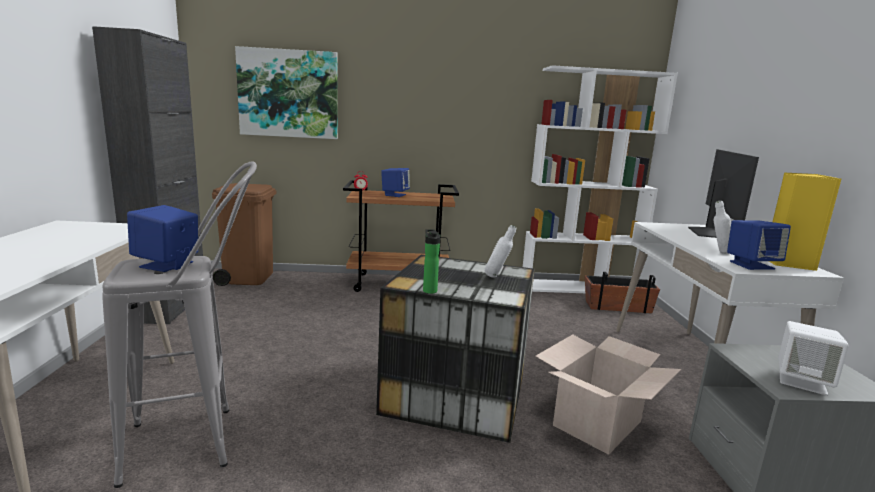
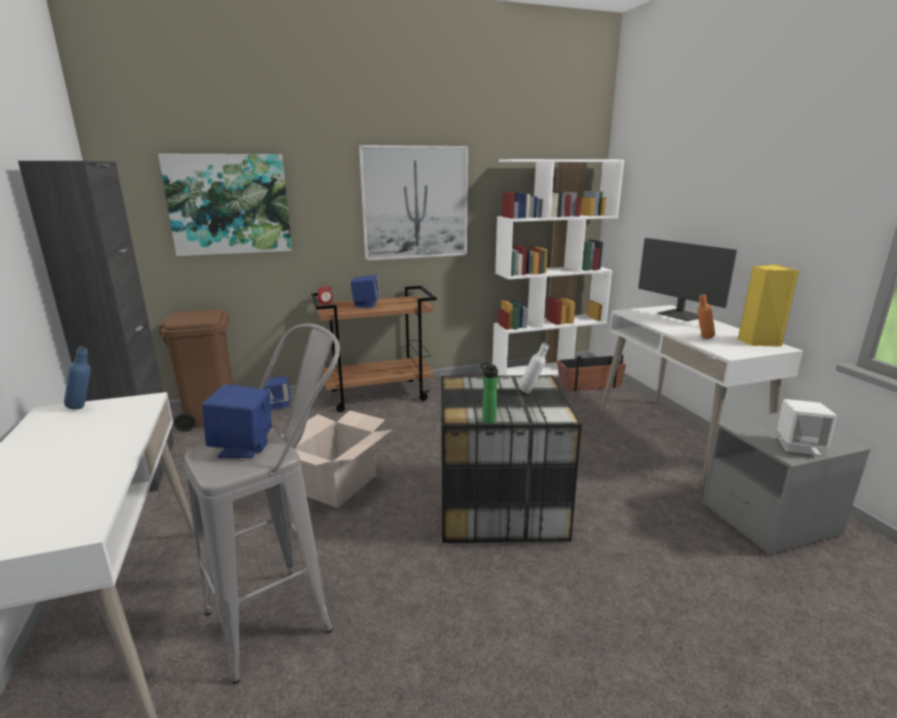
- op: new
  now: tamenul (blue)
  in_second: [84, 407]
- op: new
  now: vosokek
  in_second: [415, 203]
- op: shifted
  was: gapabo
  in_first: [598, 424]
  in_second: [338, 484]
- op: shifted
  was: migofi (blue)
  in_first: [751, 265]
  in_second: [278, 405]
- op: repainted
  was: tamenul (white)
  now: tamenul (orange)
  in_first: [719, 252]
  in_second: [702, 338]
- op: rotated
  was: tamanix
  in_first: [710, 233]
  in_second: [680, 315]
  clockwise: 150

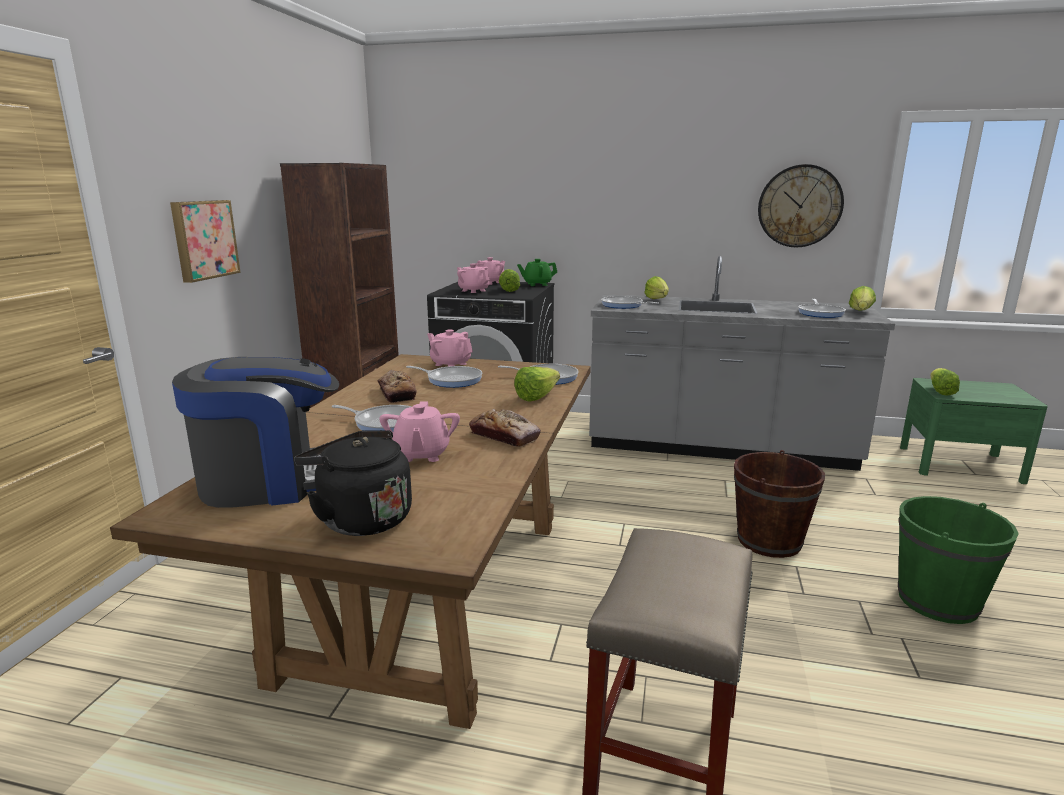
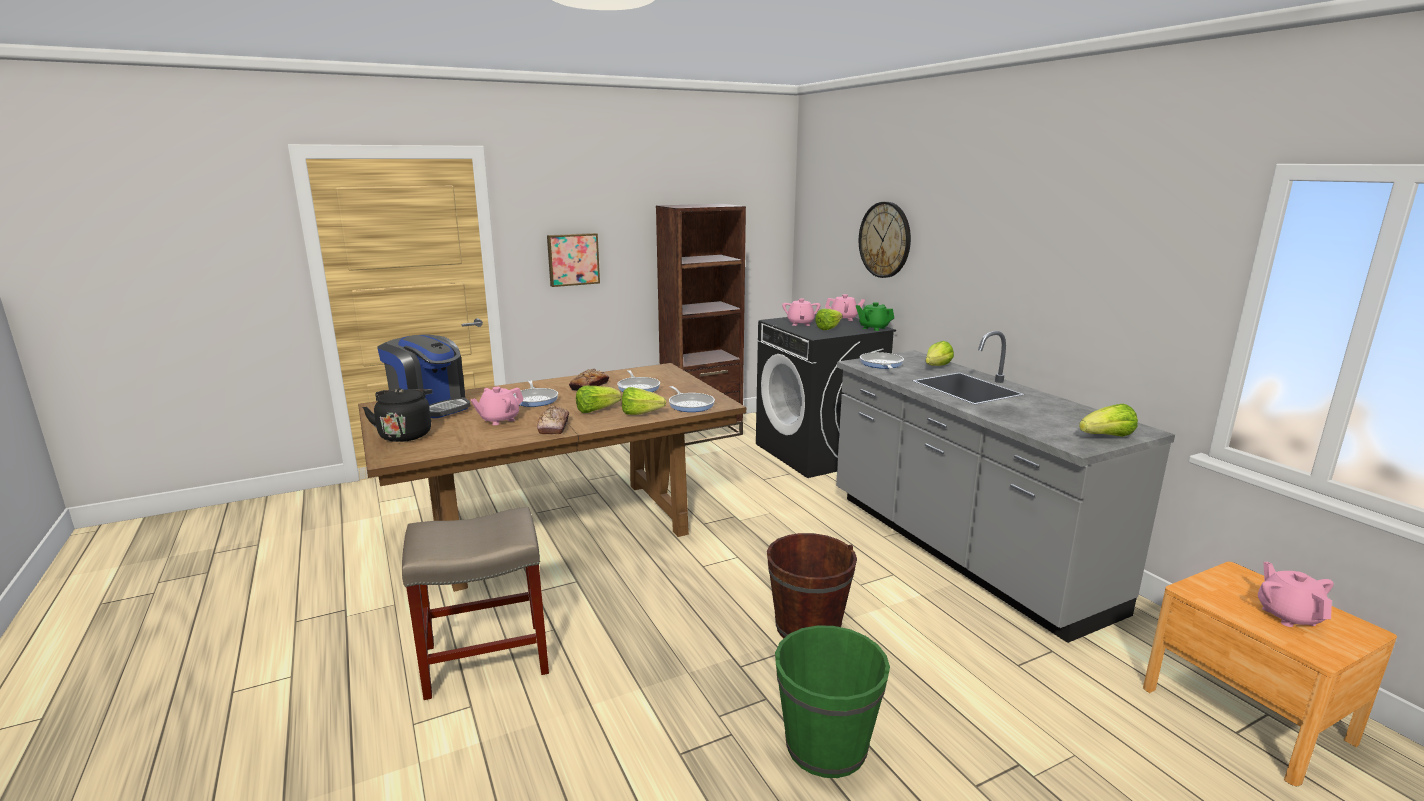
- op: gone
  was: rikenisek
  in_first: [820, 313]
- op: shifted
  was: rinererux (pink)
  in_first: [450, 364]
  in_second: [1288, 615]
- op: shifted
  was: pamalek
  in_first: [799, 206]
  in_second: [885, 240]
- op: shifted
  was: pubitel
  in_first: [940, 391]
  in_second: [596, 410]
- op: repainted
  was: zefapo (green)
  now: zefapo (brown)
  in_first: [959, 464]
  in_second: [1245, 714]

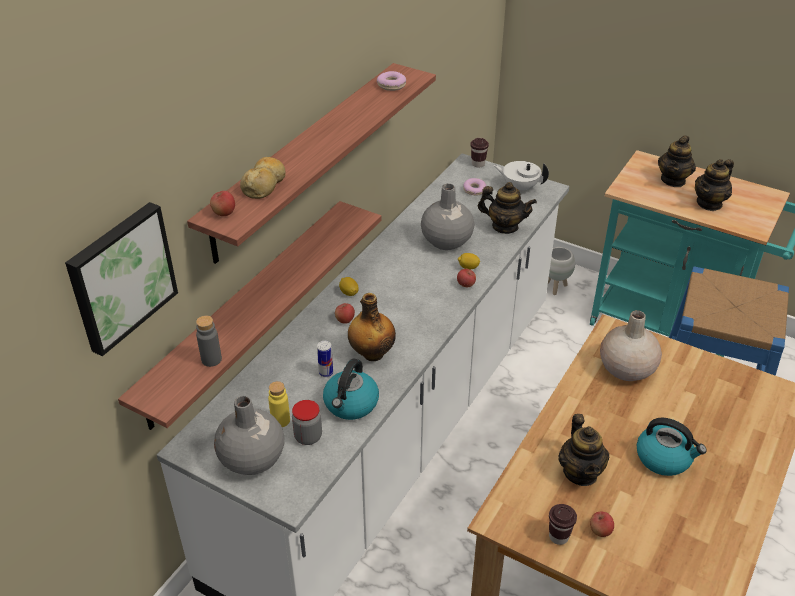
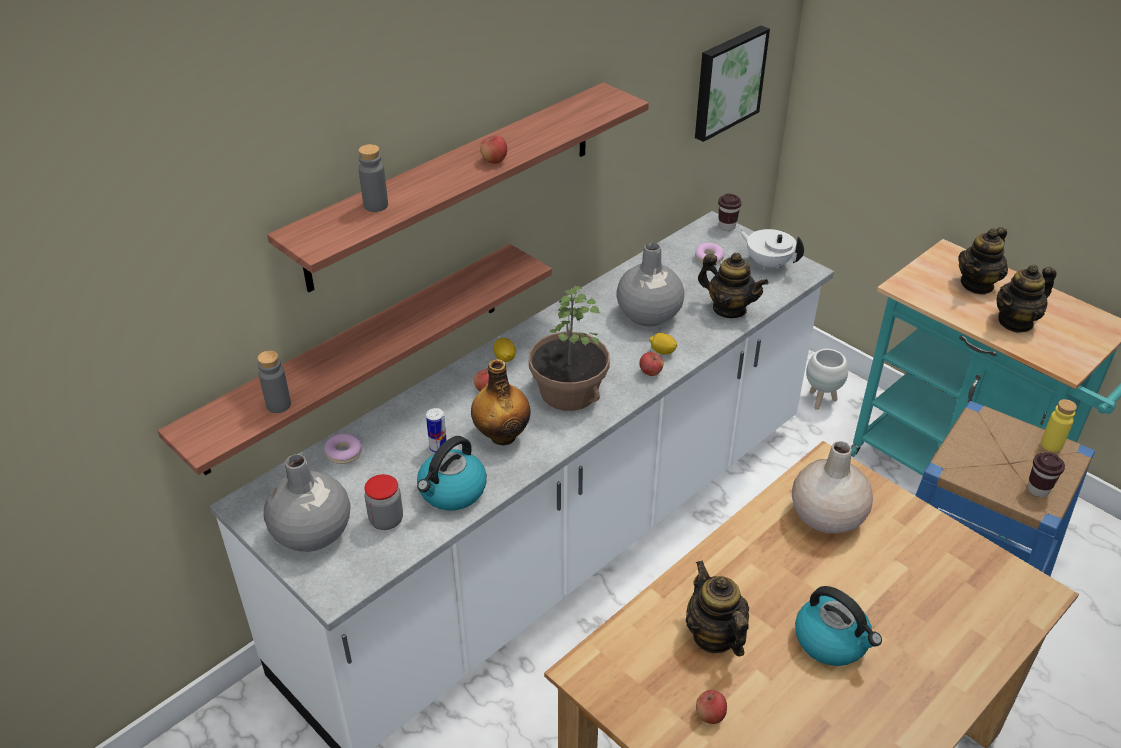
- op: new
  now: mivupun
  in_second: [568, 392]
- op: shifted
  was: vosokek
  in_first: [120, 276]
  in_second: [727, 81]
- op: shifted
  was: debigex
  in_first: [224, 213]
  in_second: [494, 161]
- op: shifted
  was: tamenul (yellow)
  in_first: [280, 420]
  in_second: [1051, 444]
- op: shifted
  was: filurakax
  in_first: [391, 85]
  in_second: [344, 453]
- op: shifted
  was: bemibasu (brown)
  in_first: [558, 537]
  in_second: [1038, 490]
- op: swapped
  was: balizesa
  now: tamenul (grey)
  in_first: [265, 184]
  in_second: [376, 205]
- op: rotated
  was: rinererux
  in_first: [580, 472]
  in_second: [714, 635]
  clockwise: 150

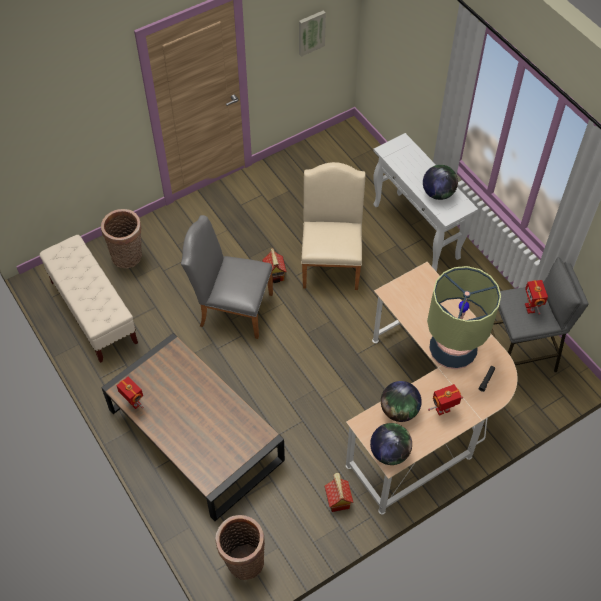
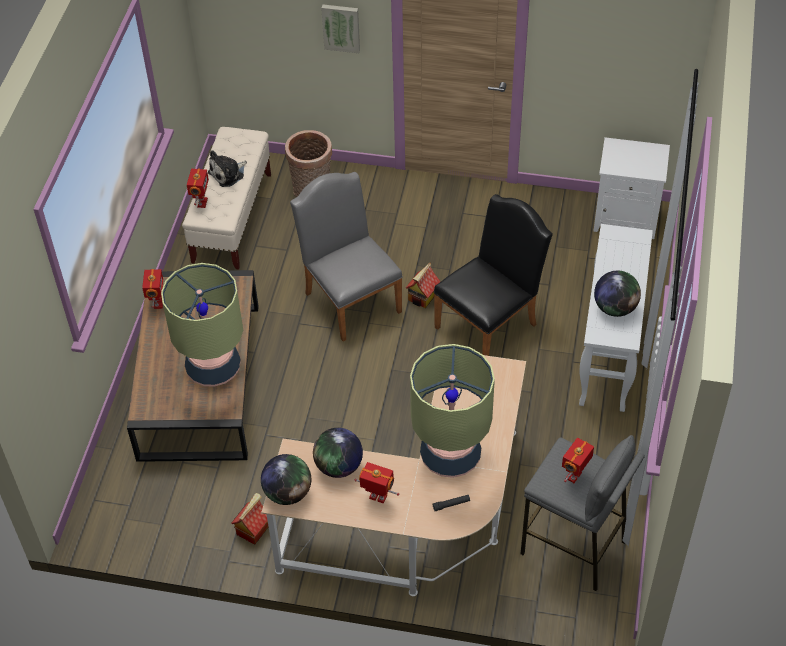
- op: gone
  was: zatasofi
  in_first: [243, 561]
- op: new
  now: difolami
  in_second: [213, 367]
- op: new
  now: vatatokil
  in_second: [201, 203]
- op: new
  now: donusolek
  in_second: [228, 174]
- op: new
  now: zefapo (white)
  in_second: [627, 217]
- op: shifted
  was: vosokek
  in_first: [311, 32]
  in_second: [341, 27]
- op: repainted
  was: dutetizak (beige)
  now: dutetizak (black)
  in_first: [331, 260]
  in_second: [490, 322]

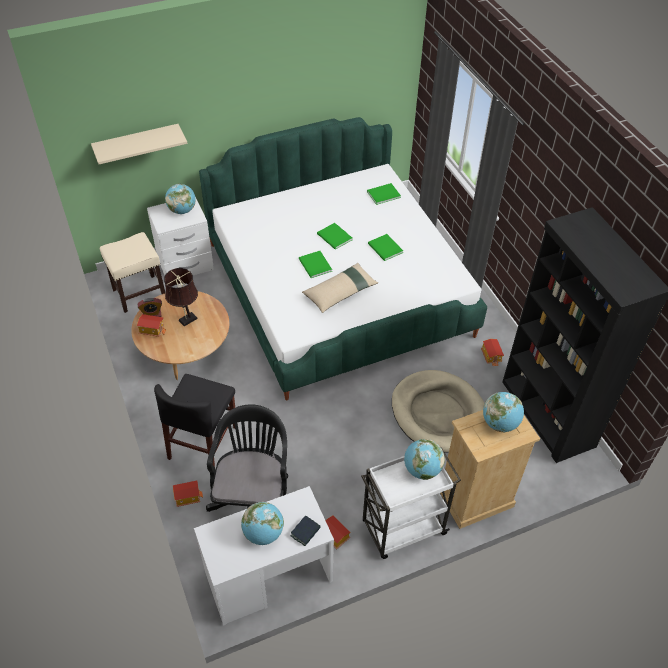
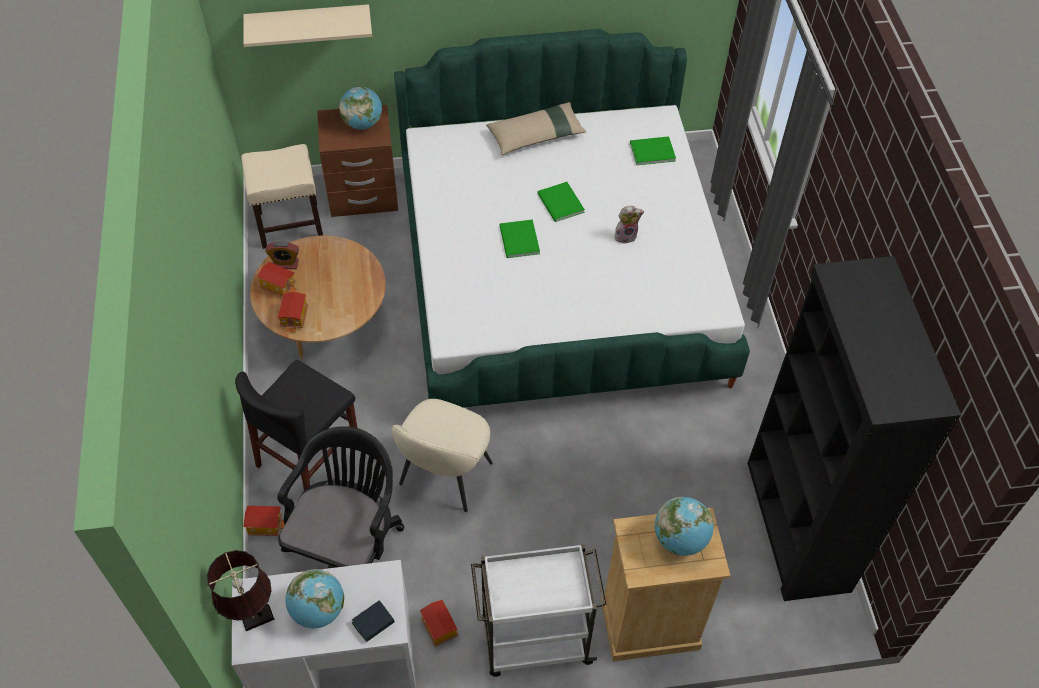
- op: gone
  was: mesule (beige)
  in_first: [438, 413]
- op: gone
  was: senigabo
  in_first: [422, 470]
- op: new
  now: dutetizak (beige)
  in_second: [444, 475]
- op: shifted
  was: difolami (brown)
  in_first: [186, 320]
  in_second: [254, 619]
- op: shifted
  was: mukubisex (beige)
  in_first: [340, 292]
  in_second: [536, 135]
- op: shifted
  was: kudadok
  in_first: [491, 356]
  in_second: [295, 317]
- op: swapped
  was: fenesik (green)
  now: donusolek
  in_first: [385, 249]
  in_second: [626, 235]
- op: repainted
  was: zefapo (white)
  now: zefapo (brown)
  in_first: [185, 264]
  in_second: [363, 196]

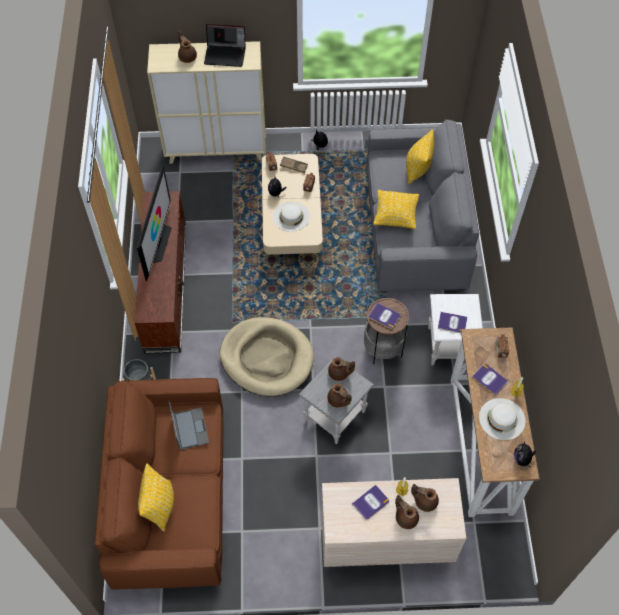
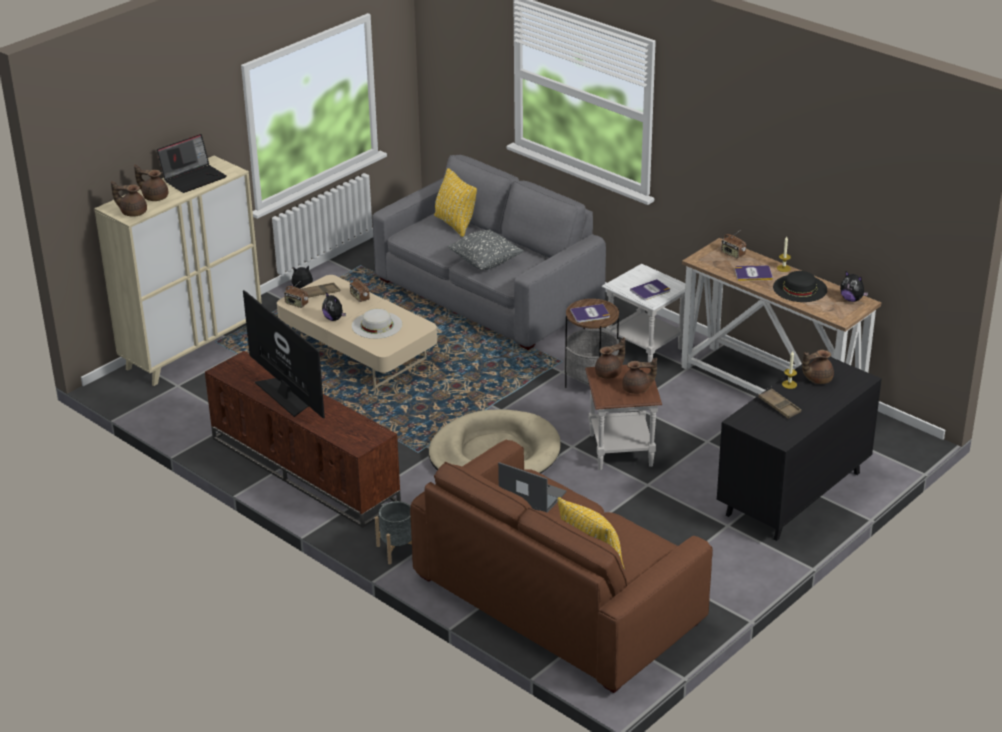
- op: shifted
  was: rinererux (brown)
  in_first: [406, 517]
  in_second: [133, 212]
- op: swapped
  was: fenesik
  now: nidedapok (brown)
  in_first: [371, 502]
  in_second: [779, 406]
- op: repainted
  was: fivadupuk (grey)
  now: fivadupuk (brown)
  in_first: [334, 416]
  in_second: [621, 450]
- op: repainted
  was: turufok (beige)
  now: turufok (black)
  in_first: [385, 540]
  in_second: [793, 494]
- op: repainted
  was: mukubisex (yellow)
  now: mukubisex (grey)
  in_first: [395, 216]
  in_second: [485, 262]
- op: repainted
  was: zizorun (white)
  now: zizorun (black)
  in_first: [502, 419]
  in_second: [800, 288]

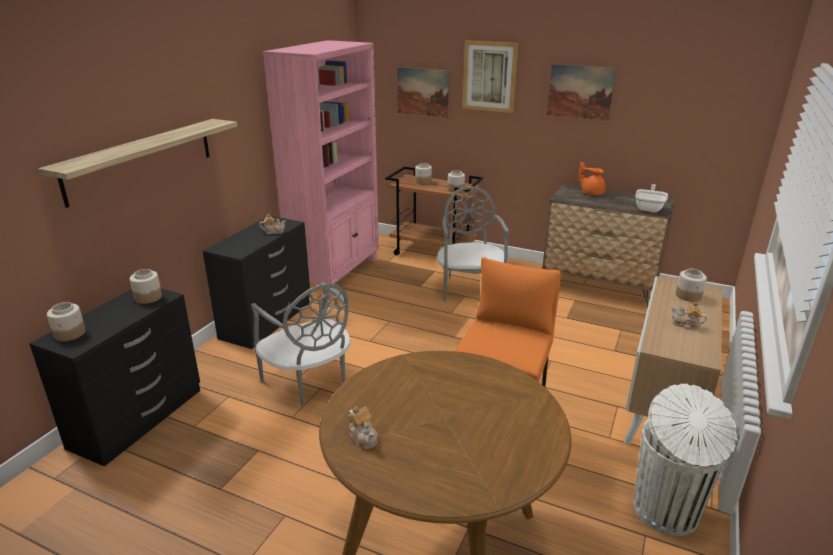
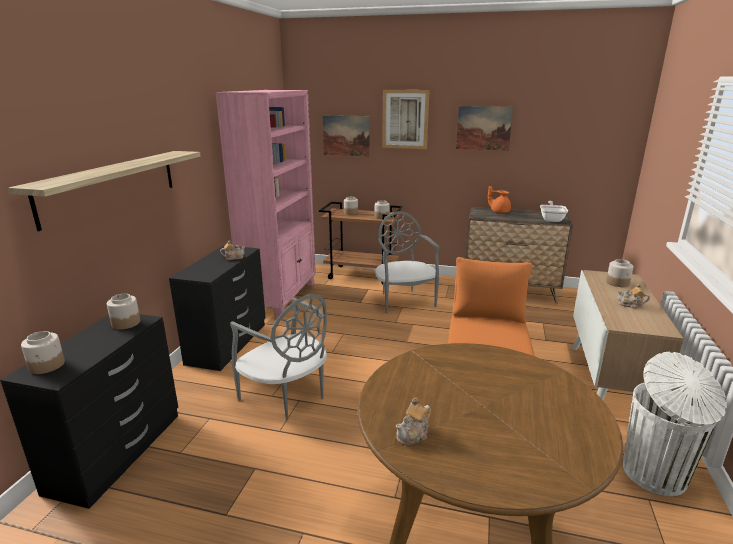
- op: rotated
  was: rinererux
  in_first: [363, 437]
  in_second: [413, 434]
  clockwise: 90

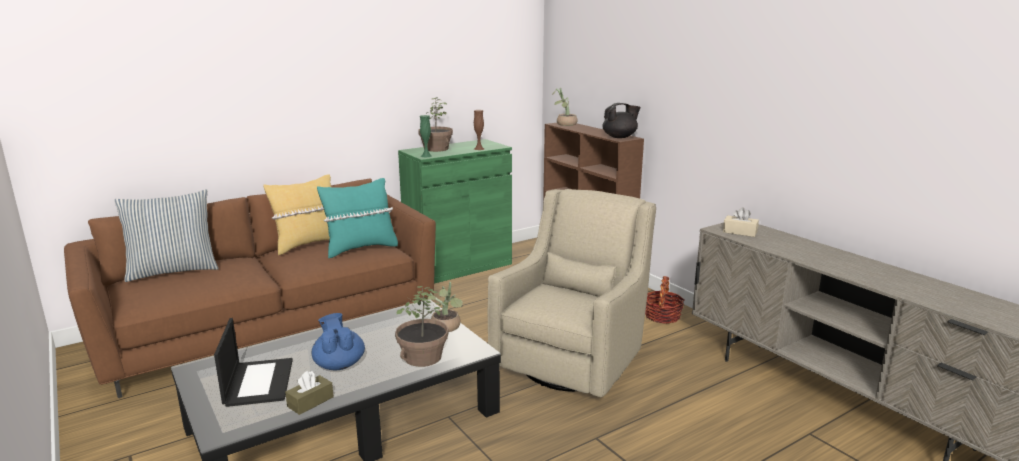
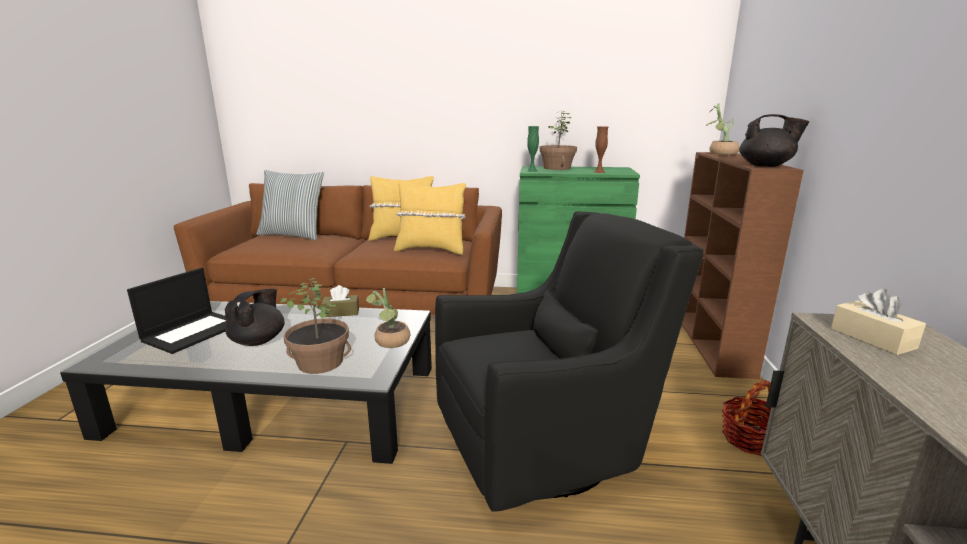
- op: shifted
  was: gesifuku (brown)
  in_first: [310, 402]
  in_second: [341, 312]
- op: repainted
  was: rinererux (blue)
  now: rinererux (black)
  in_first: [339, 364]
  in_second: [259, 341]
- op: repainted
  was: mukubisex (turquoise)
  now: mukubisex (yellow)
  in_first: [360, 248]
  in_second: [431, 250]
- op: repainted
  was: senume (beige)
  now: senume (black)
  in_first: [573, 362]
  in_second: [548, 445]

